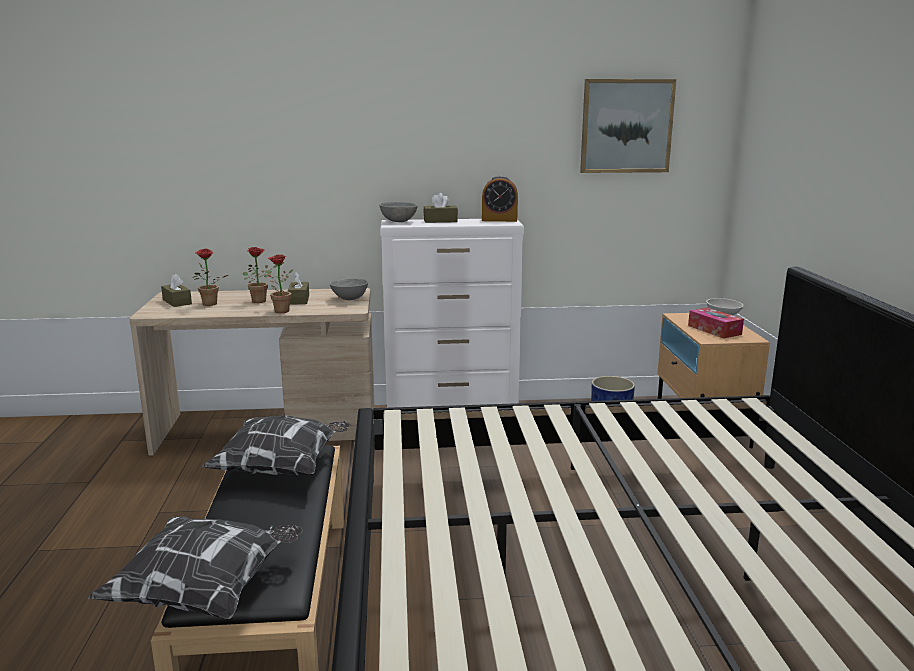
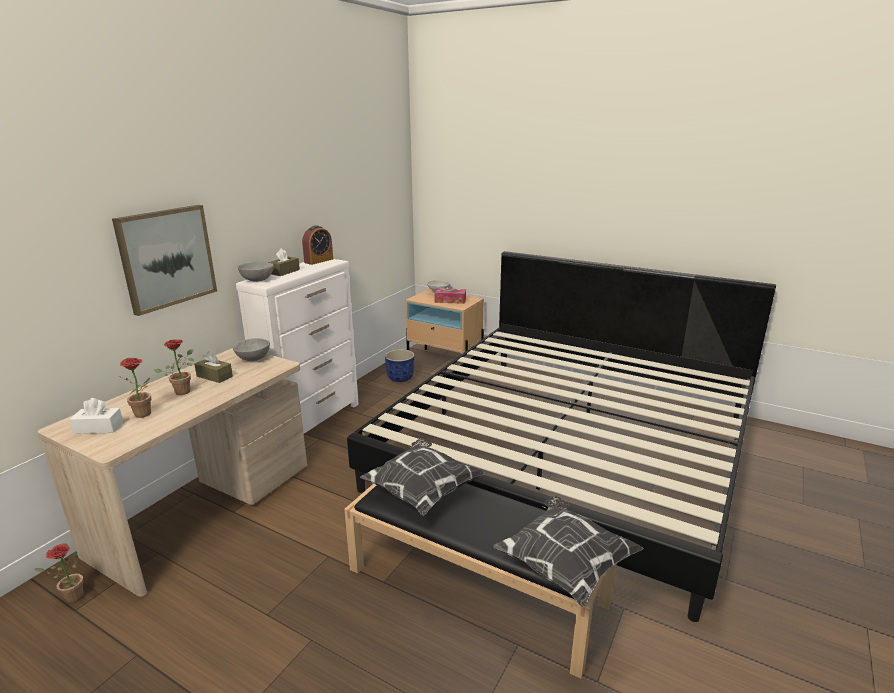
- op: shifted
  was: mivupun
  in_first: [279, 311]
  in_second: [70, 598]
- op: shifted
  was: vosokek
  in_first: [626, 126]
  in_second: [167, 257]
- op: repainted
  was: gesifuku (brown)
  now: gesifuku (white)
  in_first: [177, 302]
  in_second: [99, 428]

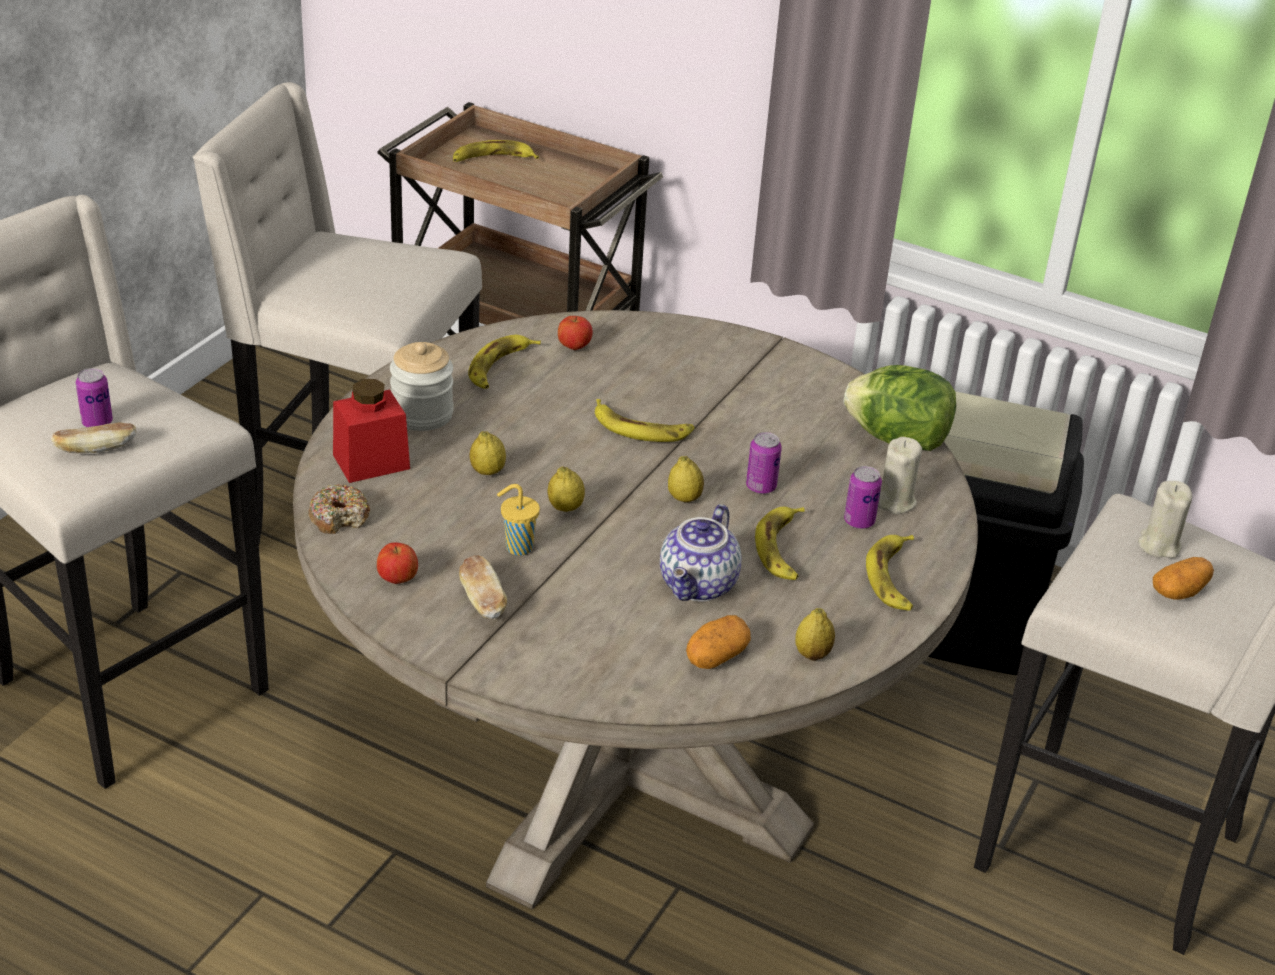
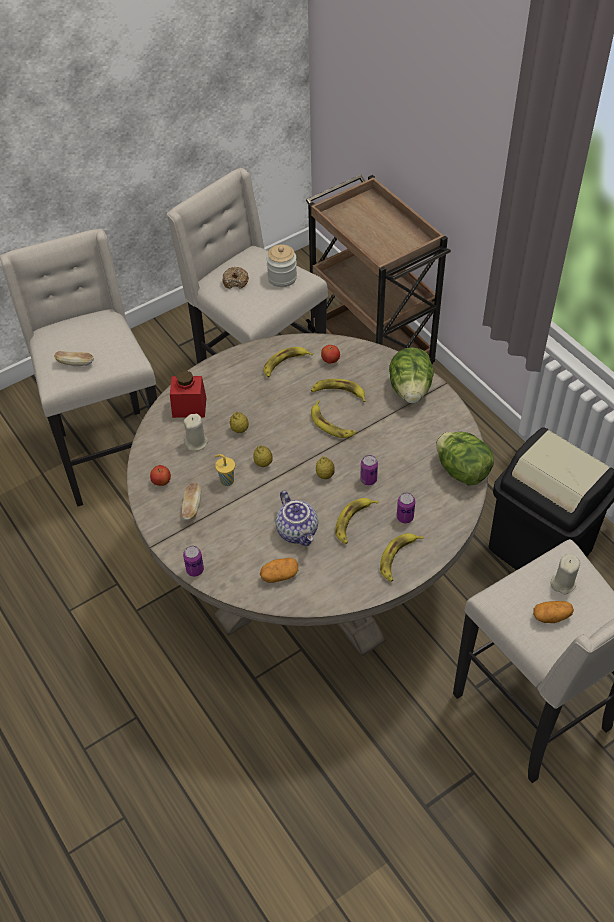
- op: gone
  was: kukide
  in_first: [812, 654]
- op: new
  now: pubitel
  in_second: [410, 389]
- op: shifted
  was: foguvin
  in_first: [97, 422]
  in_second: [195, 570]
- op: shifted
  was: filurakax
  in_first: [339, 517]
  in_second: [235, 281]
- op: shifted
  was: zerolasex
  in_first: [422, 414]
  in_second: [282, 278]
- op: shifted
  was: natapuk
  in_first: [492, 159]
  in_second: [338, 393]
- op: shifted
  was: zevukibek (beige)
  in_first: [894, 501]
  in_second: [196, 442]
- op: rotated
  was: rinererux
  in_first: [699, 586]
  in_second: [298, 531]
  clockwise: -75

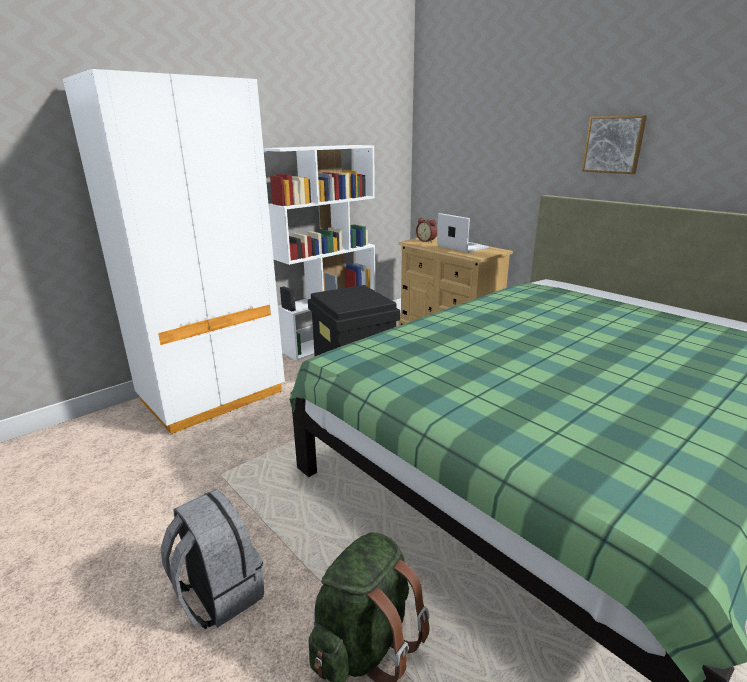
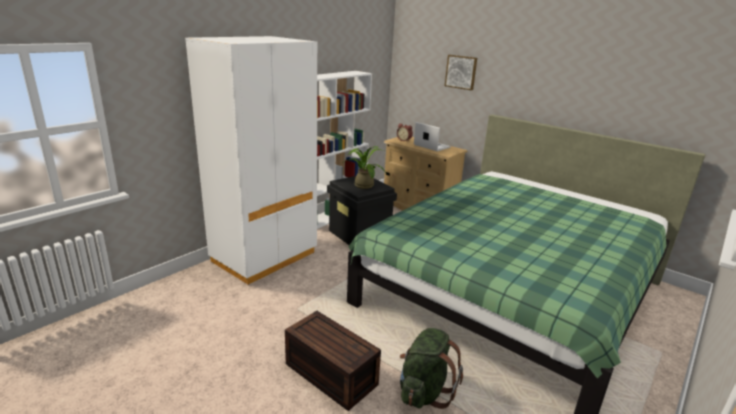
- op: new
  now: mivupun
  in_second: [363, 185]
- op: shifted
  was: vosokek
  in_first: [614, 144]
  in_second: [461, 72]
- op: swapped
  was: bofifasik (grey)
  now: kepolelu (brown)
  in_first: [218, 593]
  in_second: [329, 374]

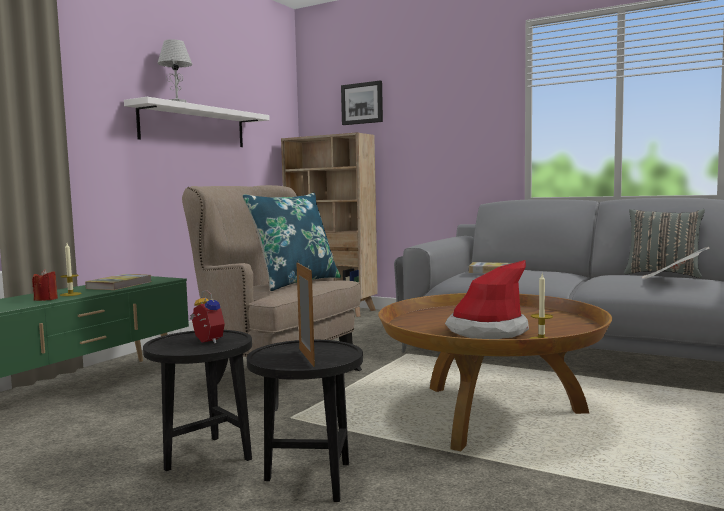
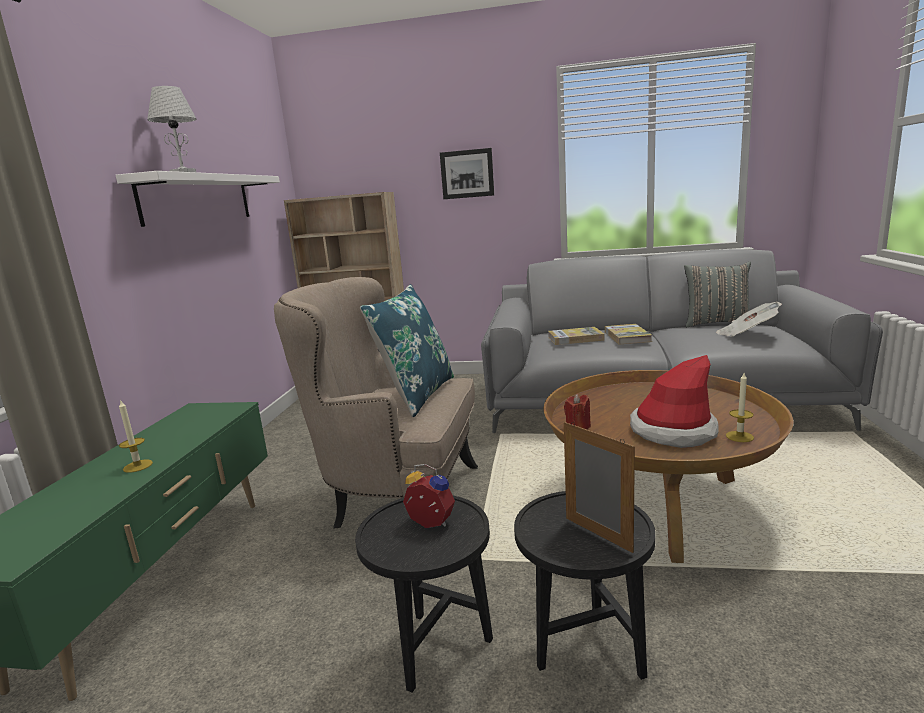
- op: shifted
  was: zevukibek (red)
  in_first: [46, 299]
  in_second: [577, 426]
- op: shifted
  was: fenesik
  in_first: [119, 285]
  in_second: [627, 337]
- op: shifted
  was: vosokek
  in_first: [362, 103]
  in_second: [467, 174]

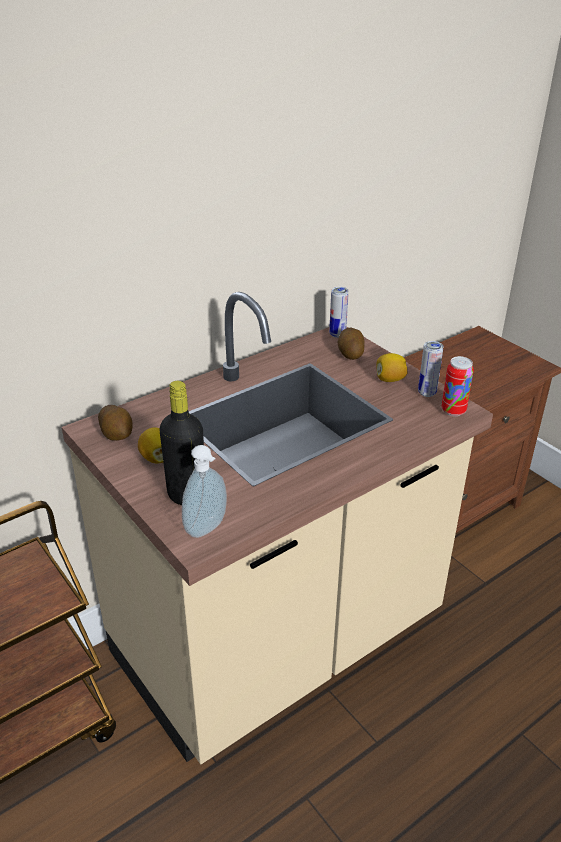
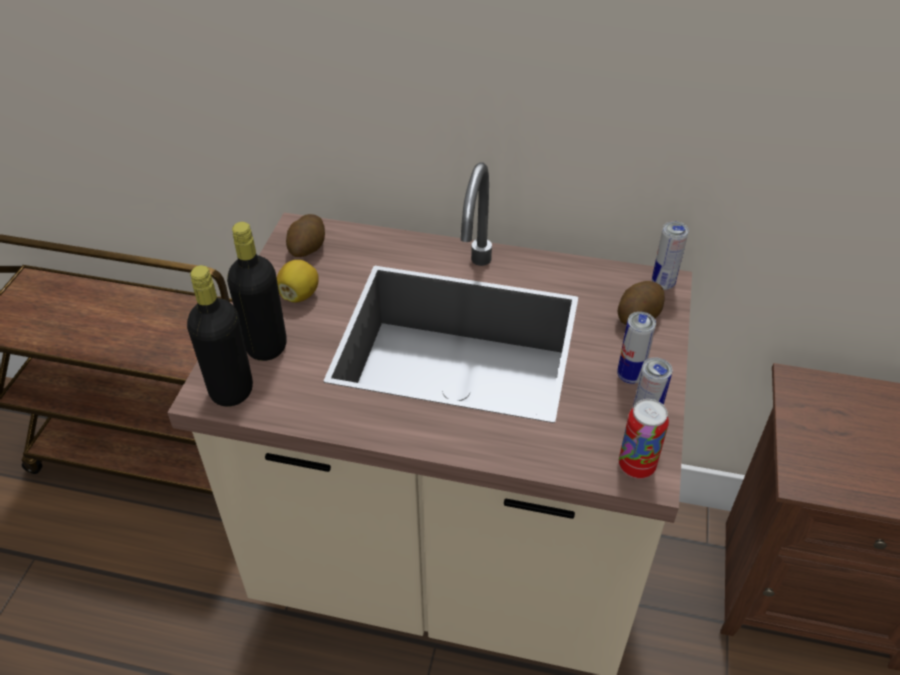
- op: swapped
  was: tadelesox
  now: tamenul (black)
  in_first: [208, 529]
  in_second: [231, 390]
- op: swapped
  was: kukide
  now: foguvin
  in_first: [390, 379]
  in_second: [629, 376]

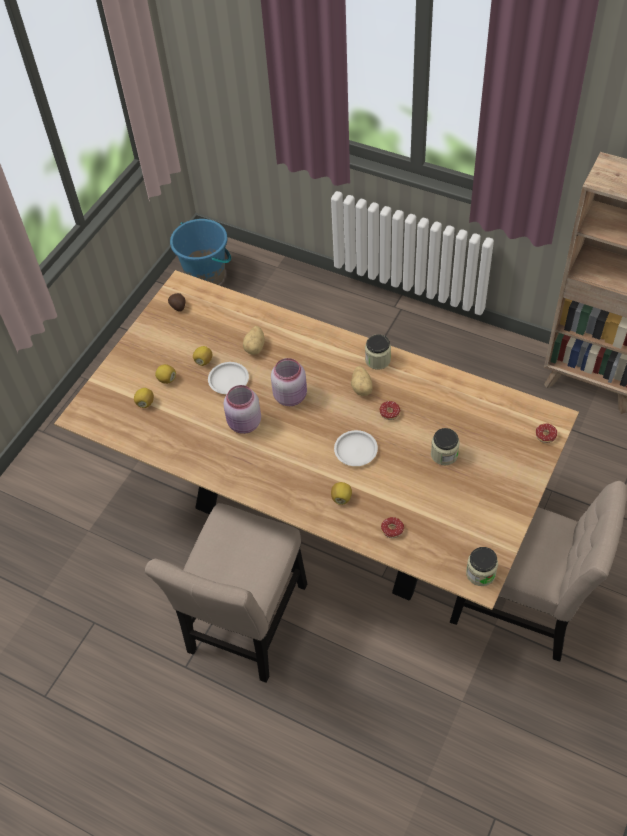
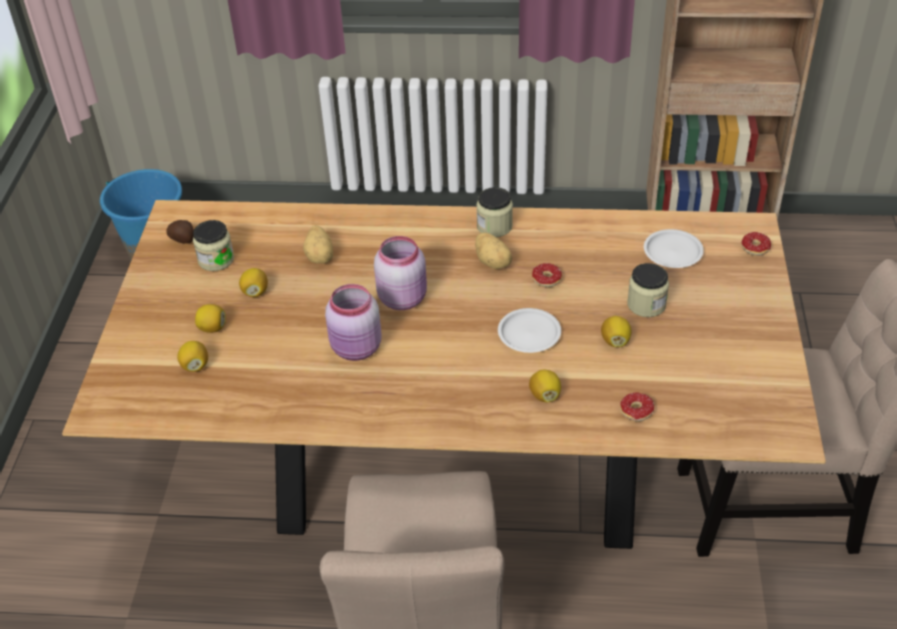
- op: new
  now: kukide
  in_second: [615, 341]
- op: shifted
  was: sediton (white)
  in_first: [228, 380]
  in_second: [672, 253]
- op: shifted
  was: zerolasex
  in_first: [480, 573]
  in_second: [216, 260]

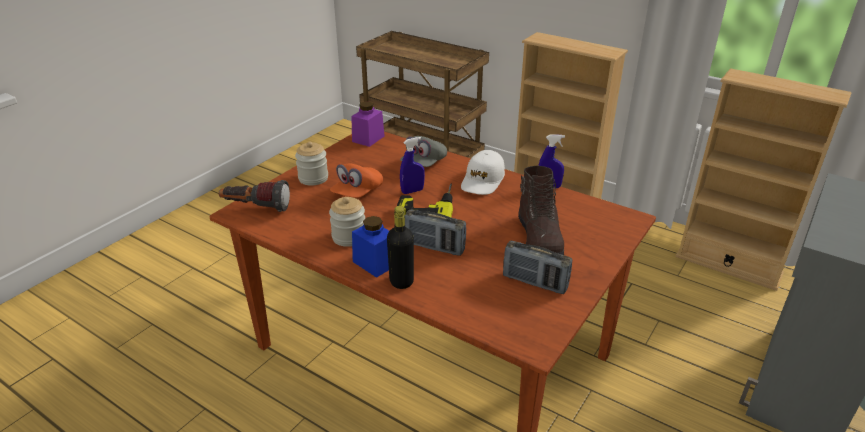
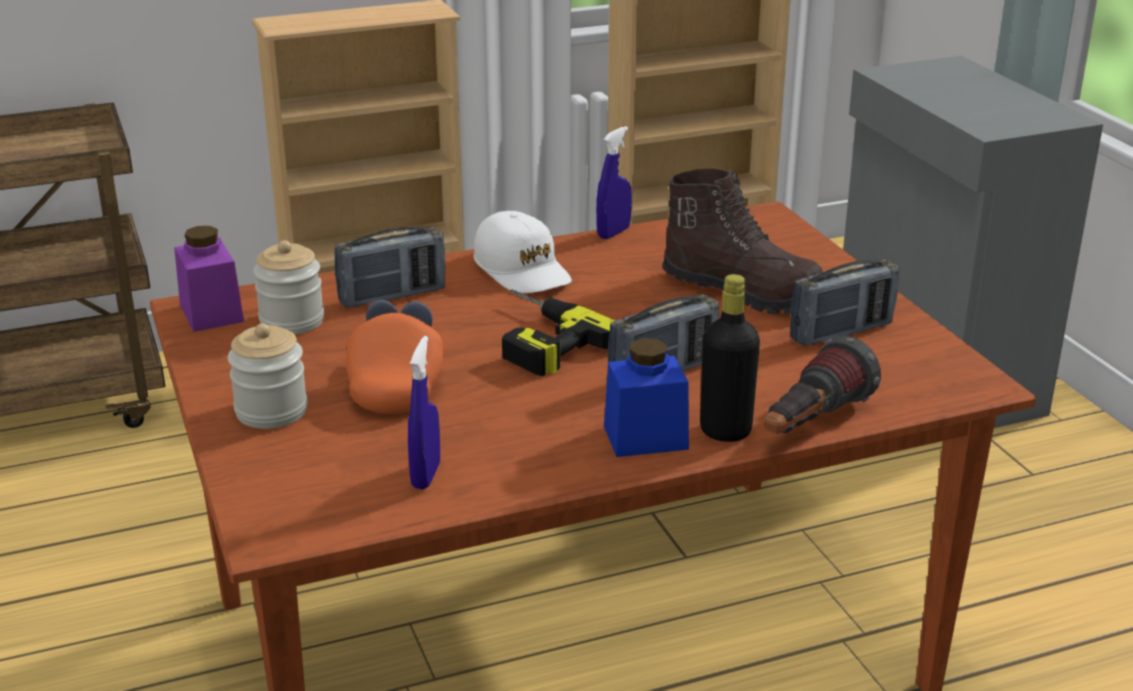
- op: shifted
  was: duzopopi
  in_first: [256, 208]
  in_second: [811, 425]
- op: shifted
  was: zerolasex
  in_first: [349, 237]
  in_second: [292, 321]
- op: shifted
  was: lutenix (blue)
  in_first: [412, 191]
  in_second: [426, 476]
- op: swapped
  was: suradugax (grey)
  now: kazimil
  in_first: [424, 164]
  in_second: [392, 296]
- op: rotated
  was: suradugax (orange)
  in_first: [357, 193]
  in_second: [397, 385]
  clockwise: -150

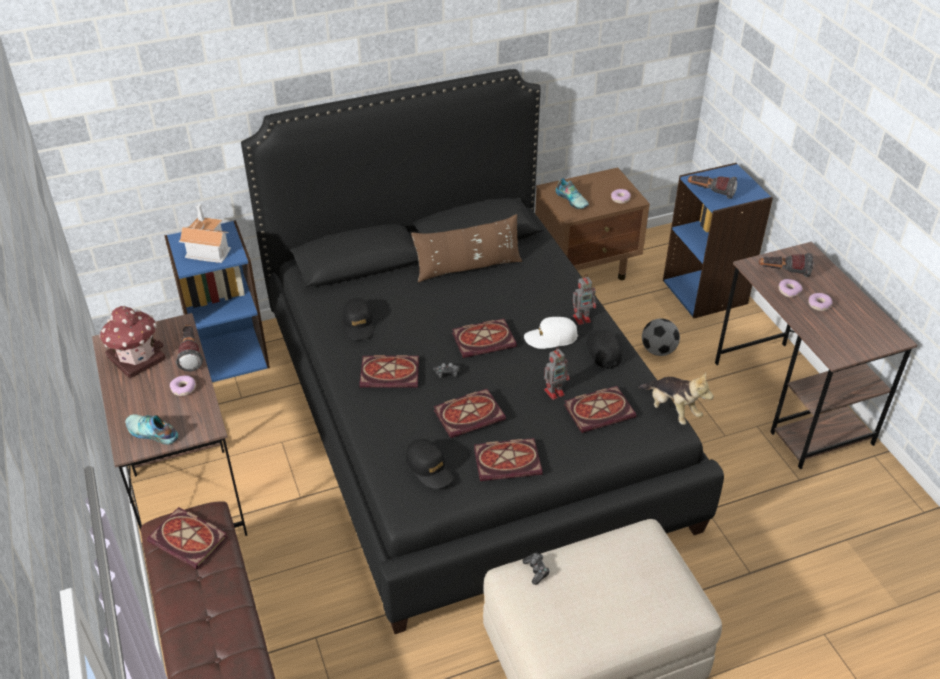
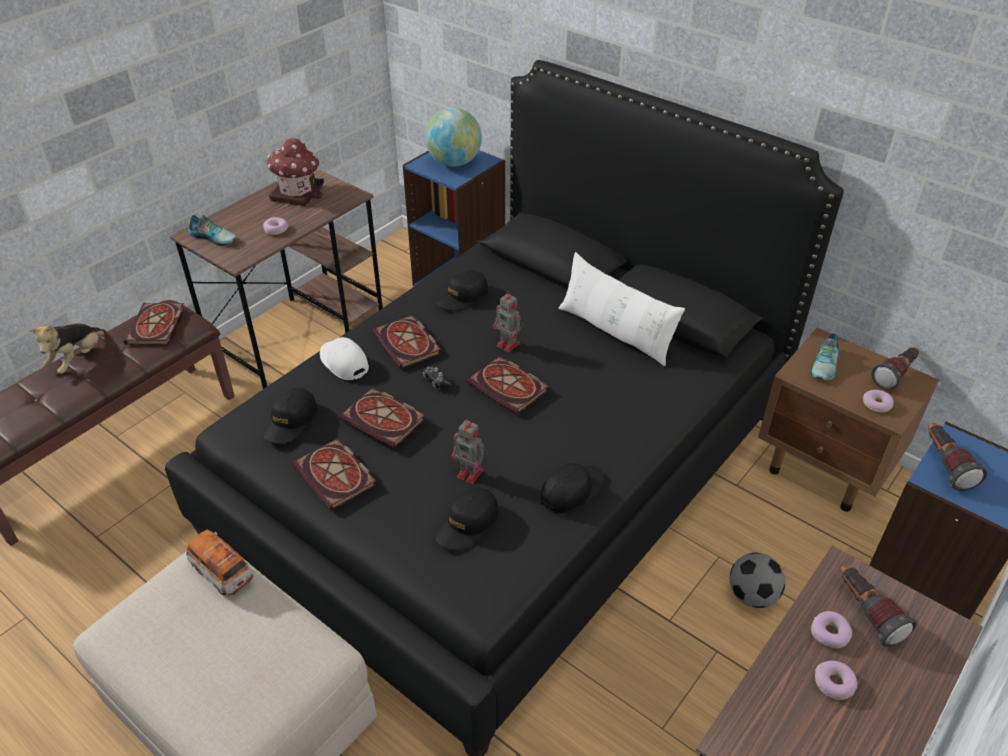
- op: shifted
  was: duzopopi
  in_first: [191, 354]
  in_second: [895, 375]
- op: shifted
  was: suradugax (white)
  in_first: [551, 338]
  in_second: [343, 362]
- op: shifted
  was: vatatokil
  in_first: [582, 318]
  in_second: [509, 345]
- op: shifted
  was: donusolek
  in_first: [672, 410]
  in_second: [78, 359]
- op: swapped
  was: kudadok
  now: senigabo
  in_first: [207, 247]
  in_second: [454, 162]
- op: swapped
  was: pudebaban
  now: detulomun
  in_first: [536, 570]
  in_second: [222, 572]
- op: swapped
  was: fenesik
  now: suradugax (black)
  in_first: [600, 410]
  in_second: [467, 524]
- op: repainted
  was: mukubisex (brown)
  now: mukubisex (white)
  in_first: [468, 267]
  in_second: [615, 332]
- op: rotated
  was: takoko
  in_first: [151, 433]
  in_second: [214, 237]
  clockwise: 120

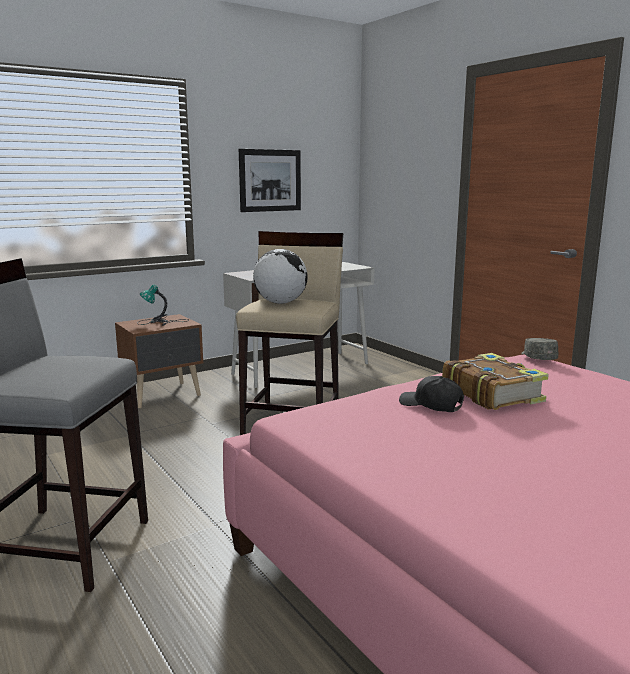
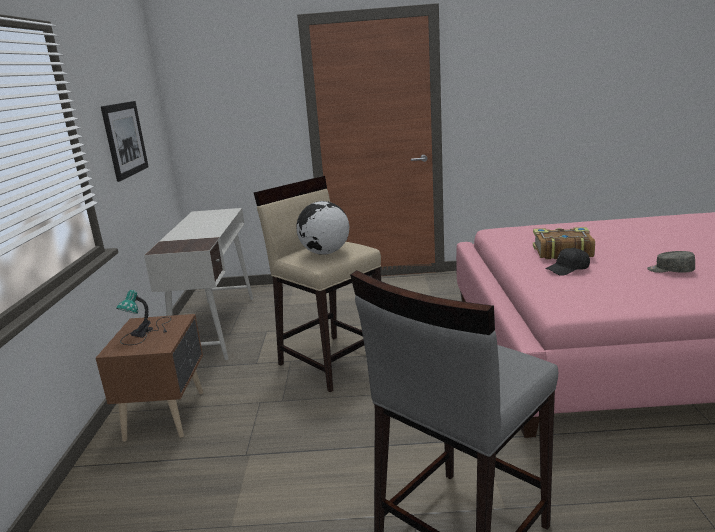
- op: shifted
  was: suradugax (grey)
  in_first: [537, 358]
  in_second: [670, 270]

